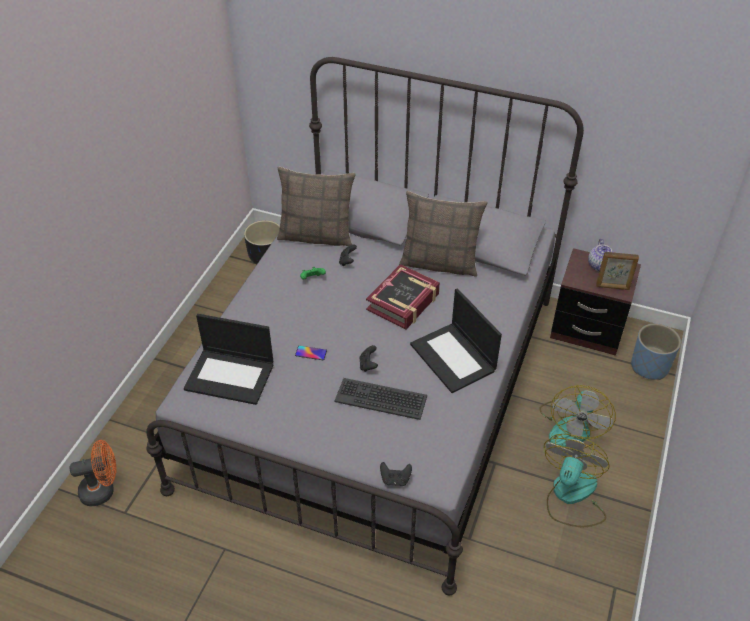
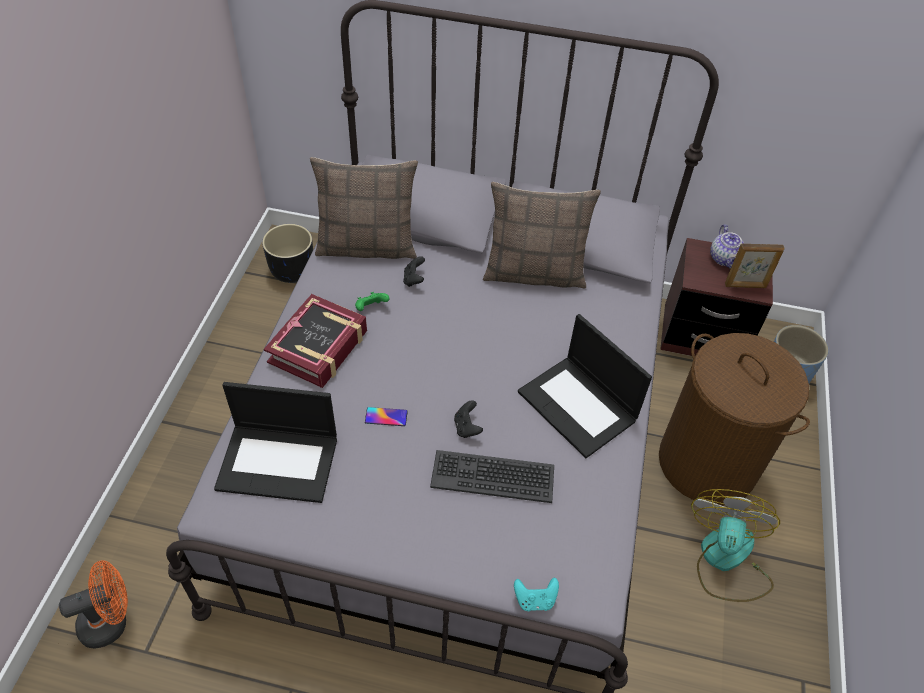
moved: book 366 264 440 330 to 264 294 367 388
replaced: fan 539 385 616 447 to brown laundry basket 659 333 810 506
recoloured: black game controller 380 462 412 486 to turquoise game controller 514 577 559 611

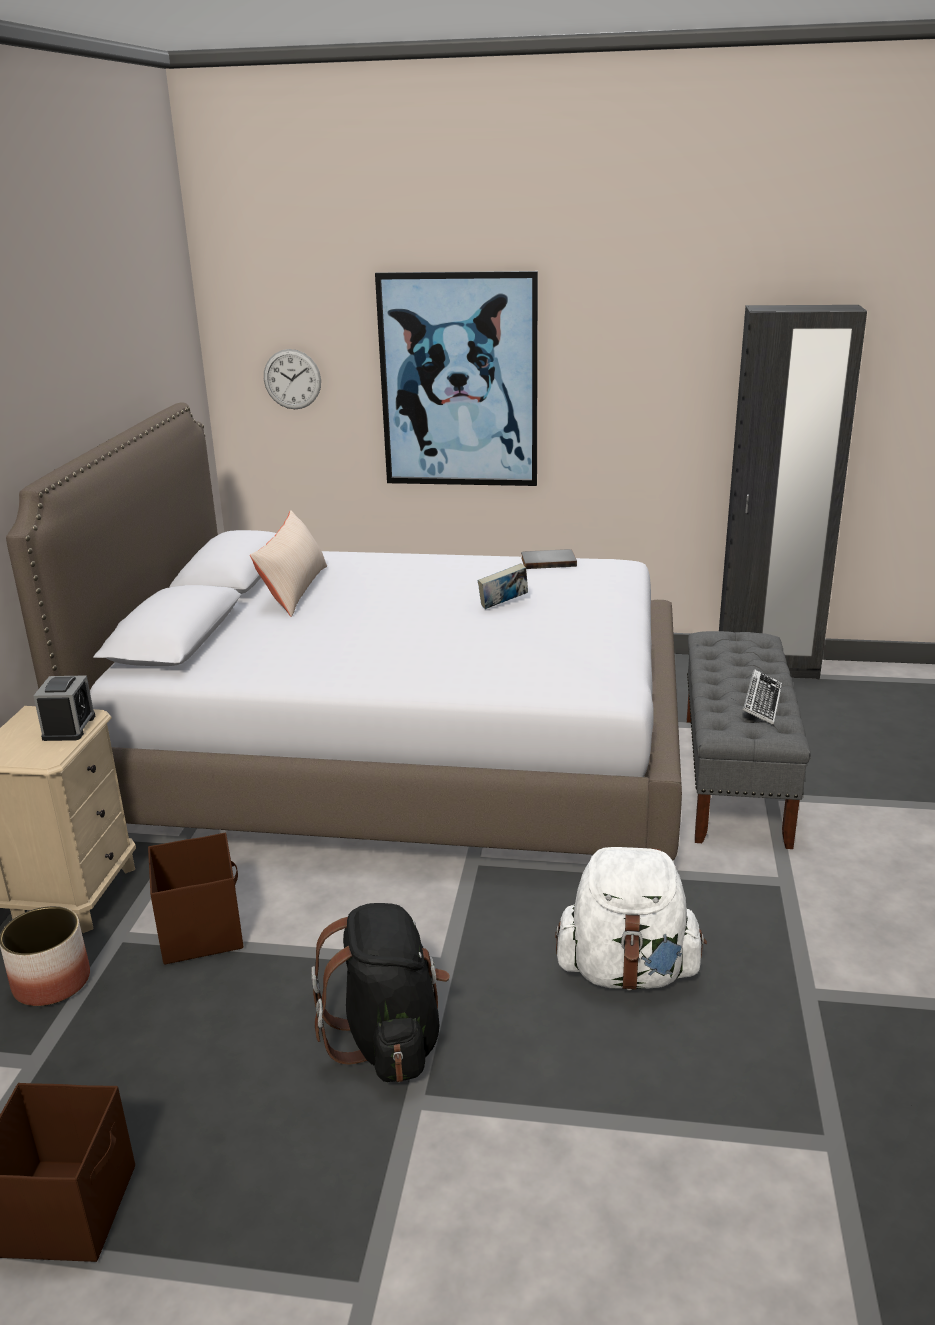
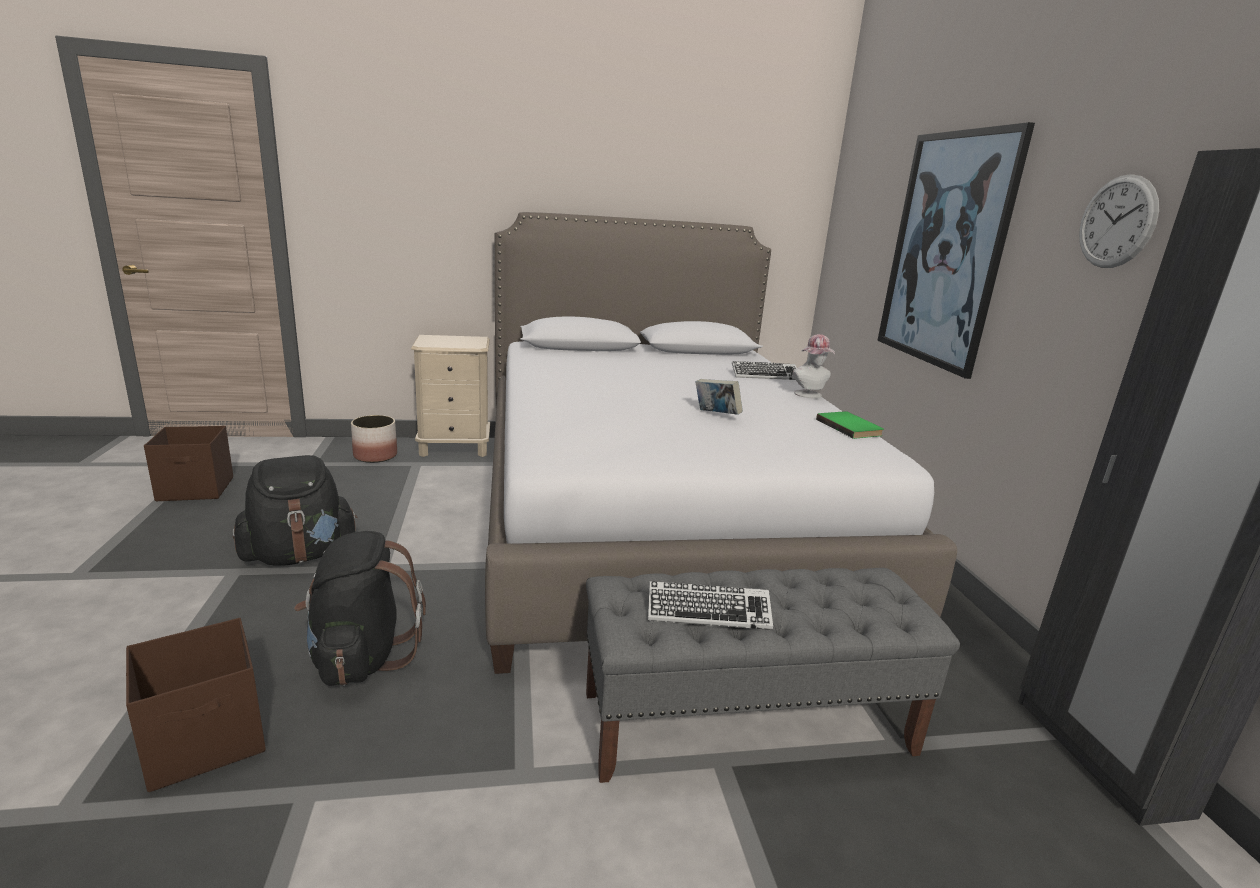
removed: alarm clock 34 675 95 741; beige pillow 250 510 327 617
added: keyboard 732 361 797 380; hat 793 334 835 398
moved: brown storage box 148 833 243 964 to 126 618 266 792; wall clock 264 349 321 409 to 1079 174 1159 268
recoloured: white backpack 555 847 707 991 to black backpack 294 531 426 686; grey book 521 549 577 569 to green book 816 411 884 439

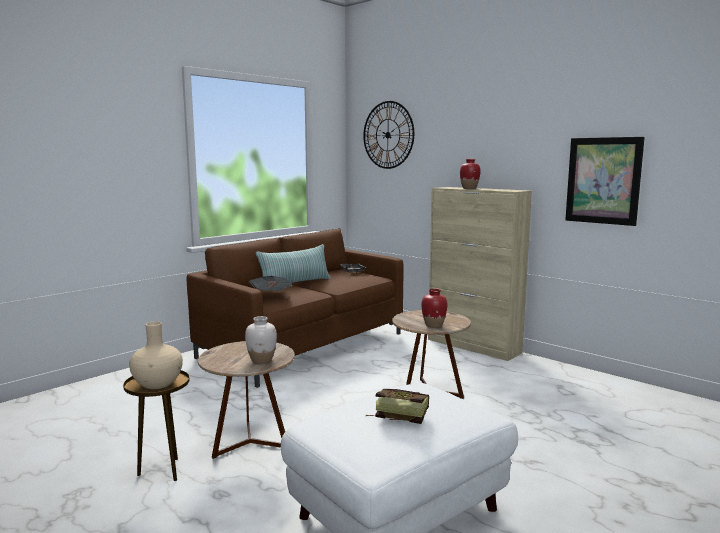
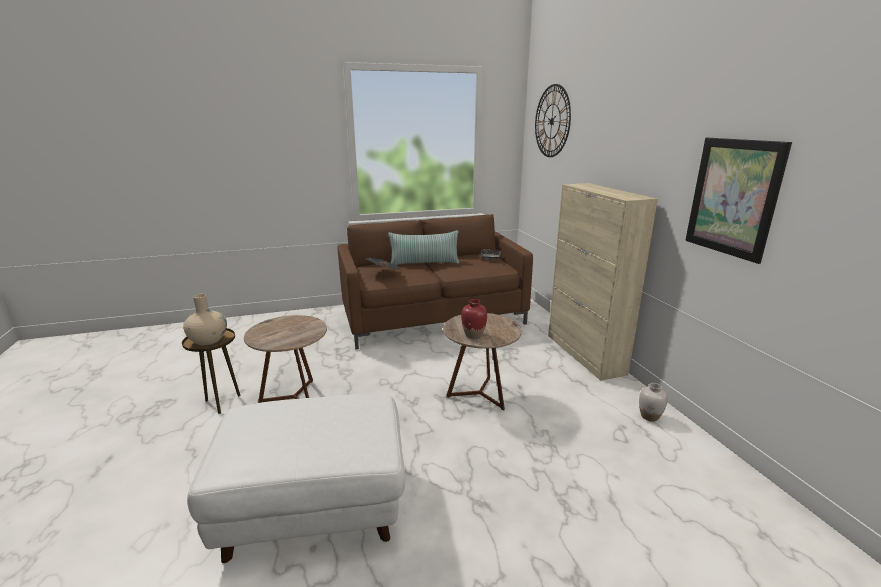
removed: book 366 389 429 424; red vase 460 159 481 189
moved: white vase 245 316 277 364 to 639 383 668 422

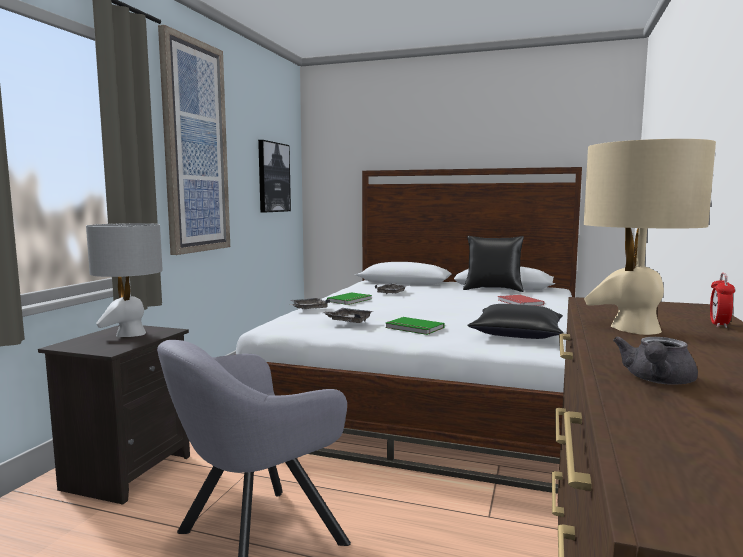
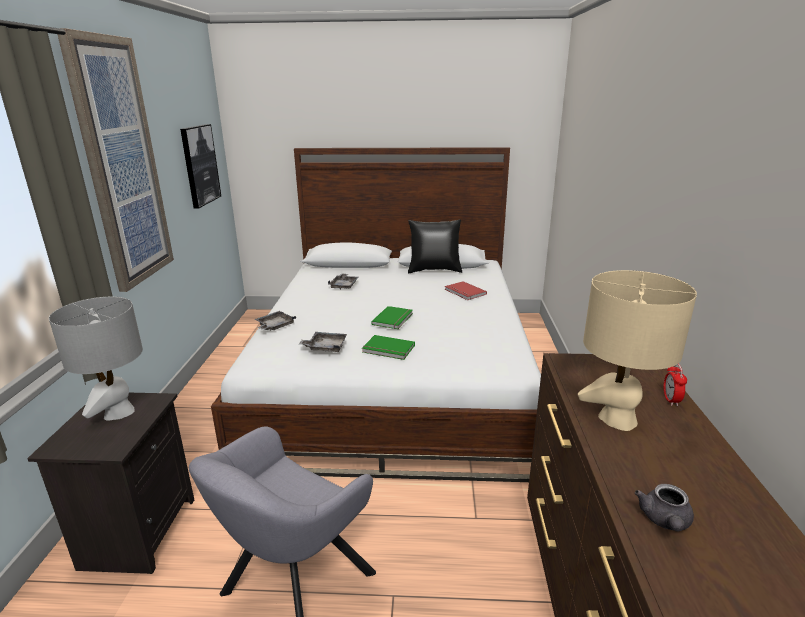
removed: black pillow 467 304 564 339
moved: green book 327 292 372 305 to 371 306 413 329

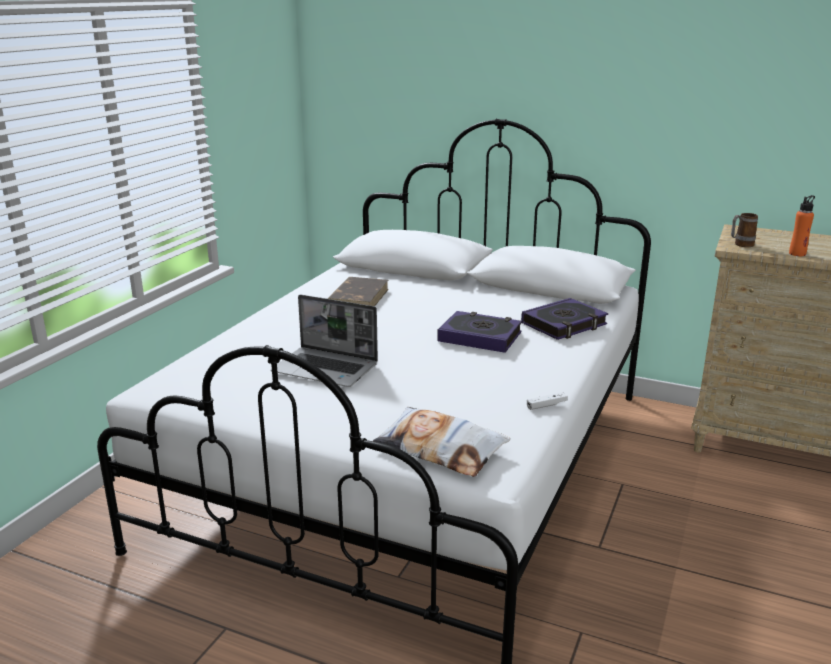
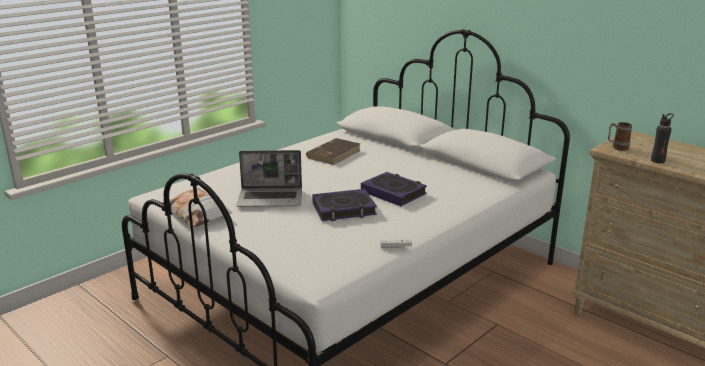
moved: pillow 373 407 510 477 to 162 188 232 228; book 521 298 608 340 to 312 189 377 221
recoloured: orange bottle 789 195 815 256 to black bottle 651 113 674 163
turned: laptop 271 295 378 387 = 237 150 302 207 45 degrees counterclockwise

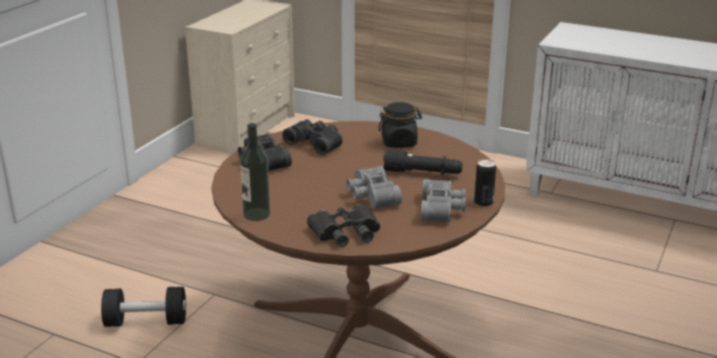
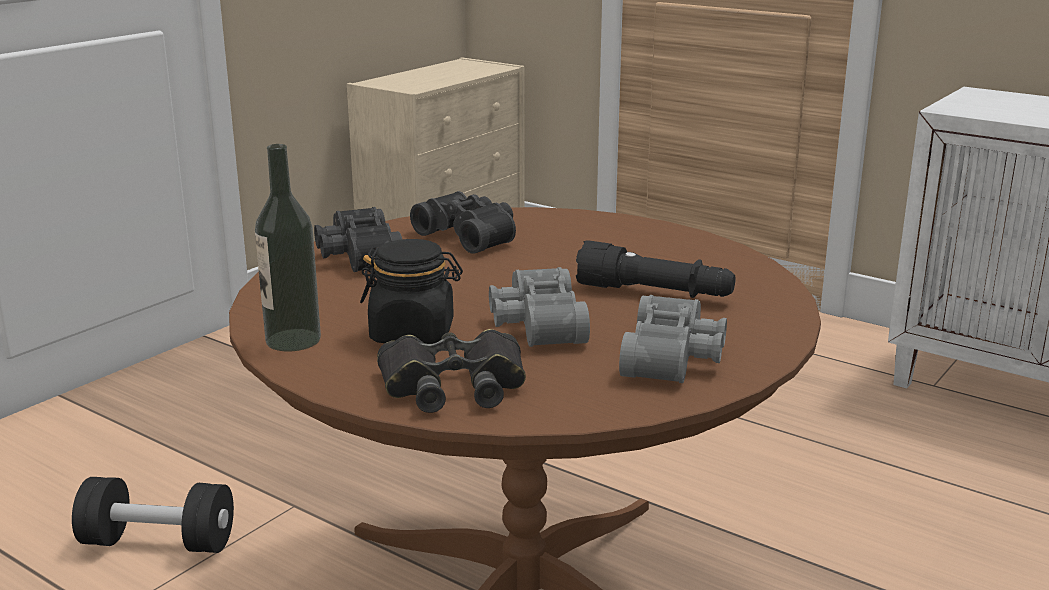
removed: can 474 159 496 207
moved: black jar 378 102 422 148 to 360 239 463 344

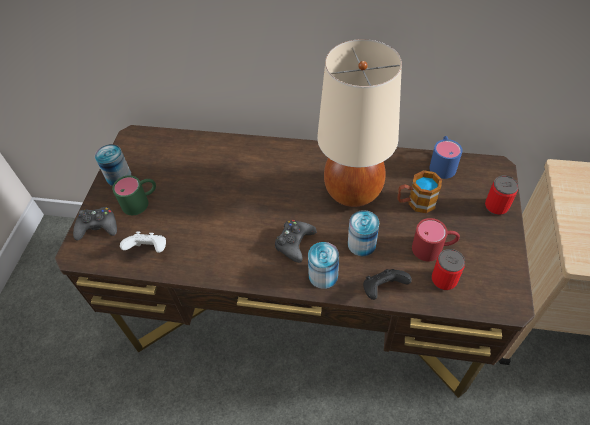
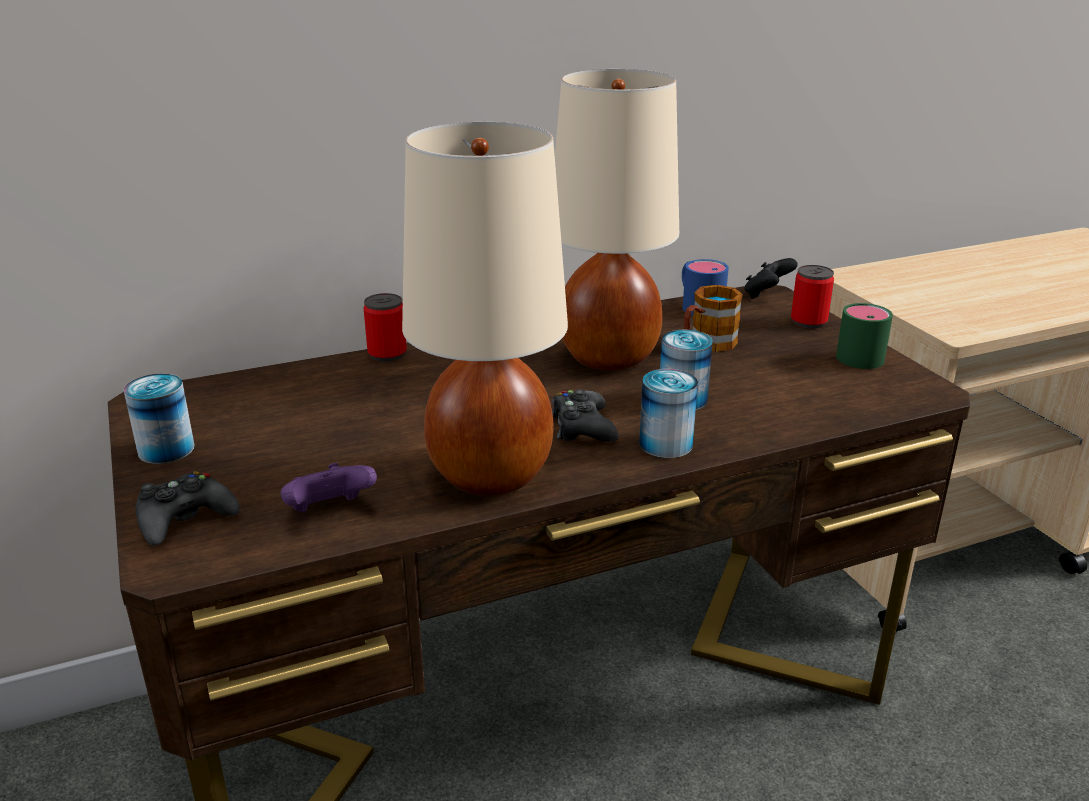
removed: red mug 412 218 460 261
added: beige table lamp 402 122 568 496
moved: can 432 249 465 290 to 364 293 407 362; black game controller 363 269 412 300 to 744 258 798 299; green mug 112 175 156 215 to 836 303 893 369
recoloured: white game controller 120 232 166 253 to purple game controller 281 463 377 512

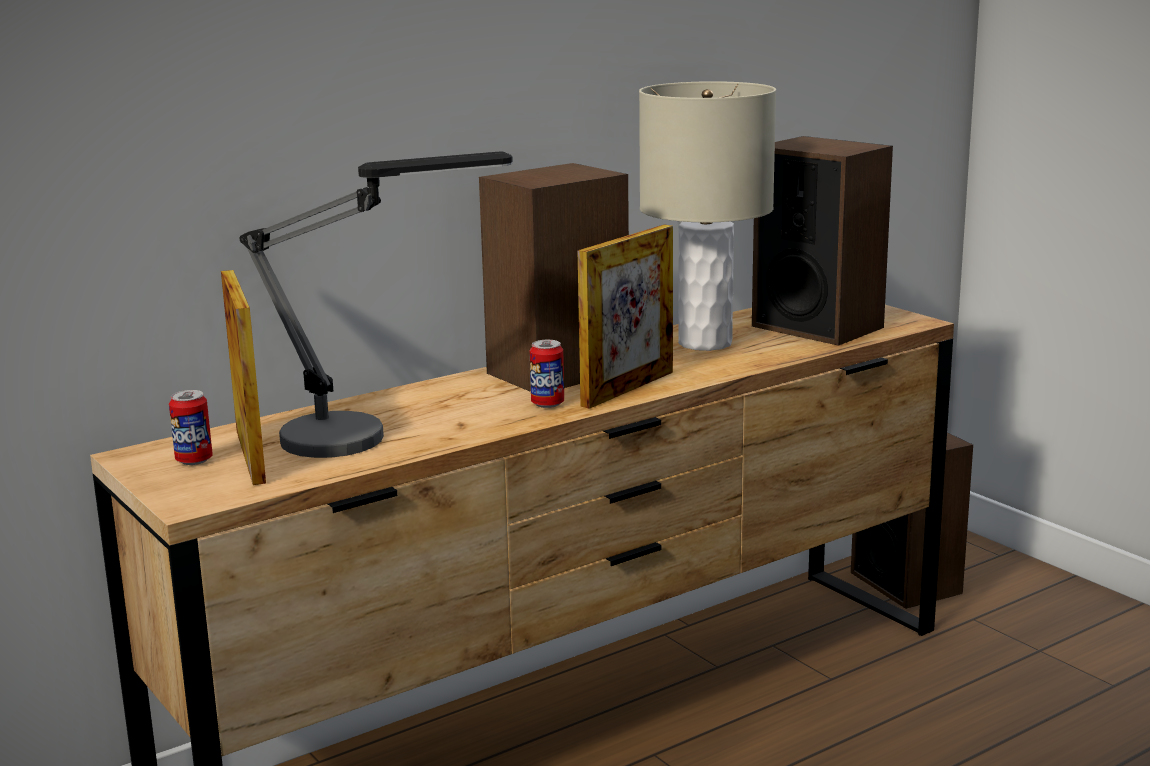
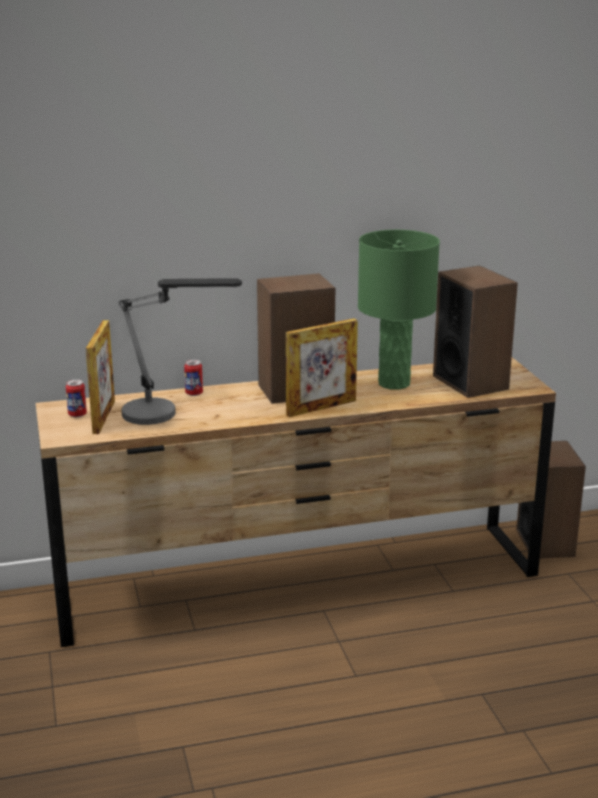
moved: can 530 340 564 408 to 184 360 203 396
recoloured: beige table lamp 639 81 776 351 to green table lamp 358 230 440 390

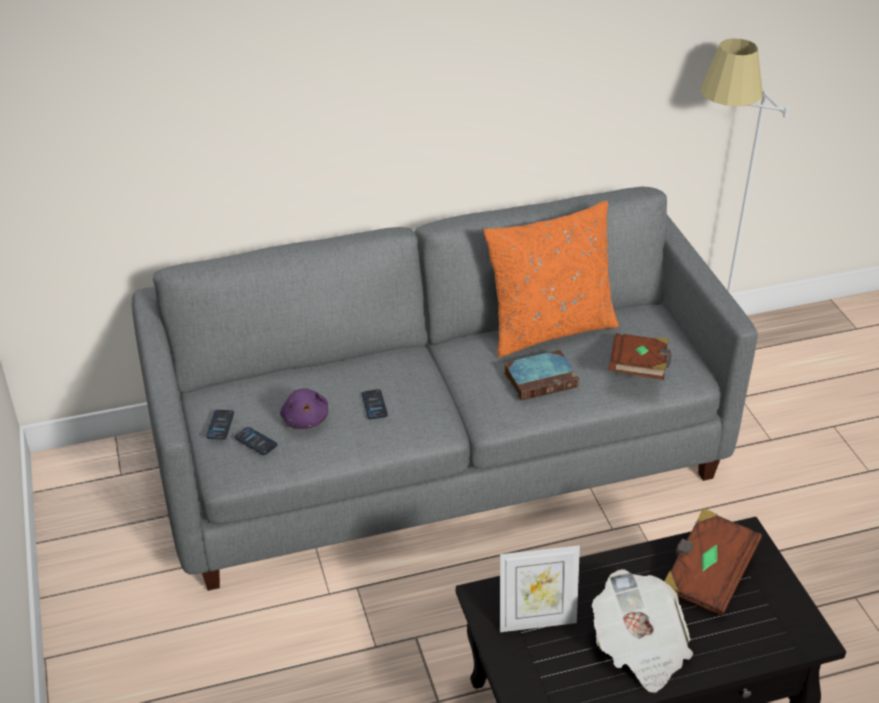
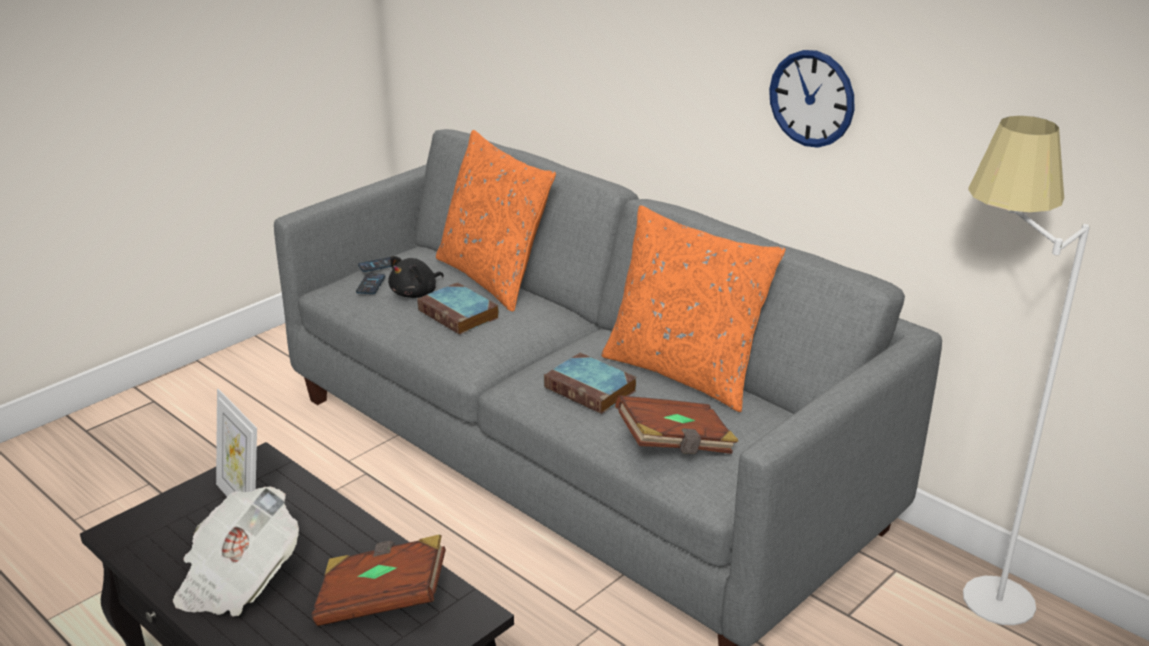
added: orange pillow 436 130 556 311; wall clock 769 50 854 148
replaced: phone 362 389 388 419 to book 417 282 499 335
recoloured: purple plush toy 280 388 328 429 to black plush toy 388 256 444 298

